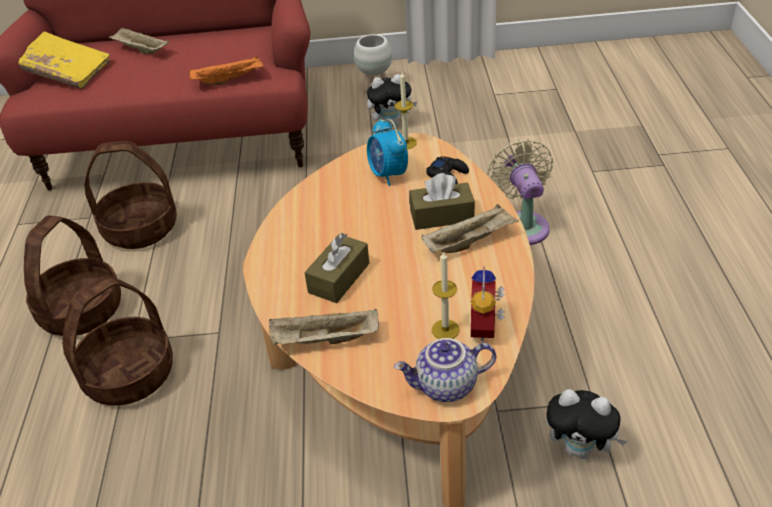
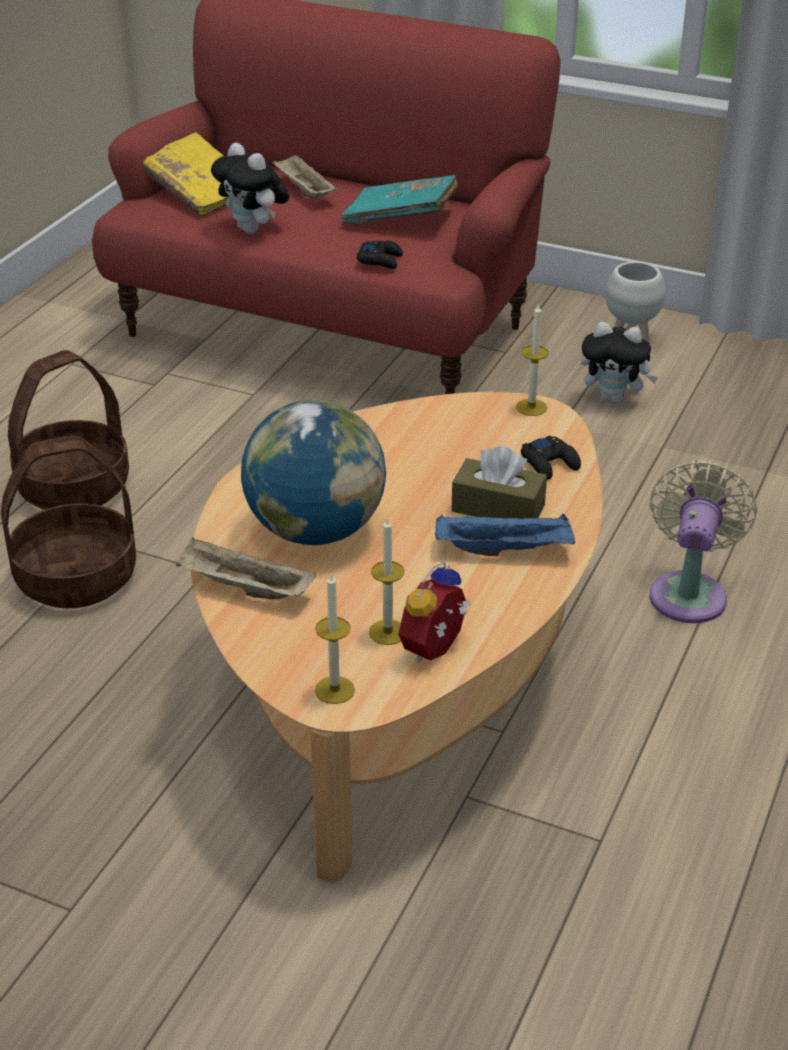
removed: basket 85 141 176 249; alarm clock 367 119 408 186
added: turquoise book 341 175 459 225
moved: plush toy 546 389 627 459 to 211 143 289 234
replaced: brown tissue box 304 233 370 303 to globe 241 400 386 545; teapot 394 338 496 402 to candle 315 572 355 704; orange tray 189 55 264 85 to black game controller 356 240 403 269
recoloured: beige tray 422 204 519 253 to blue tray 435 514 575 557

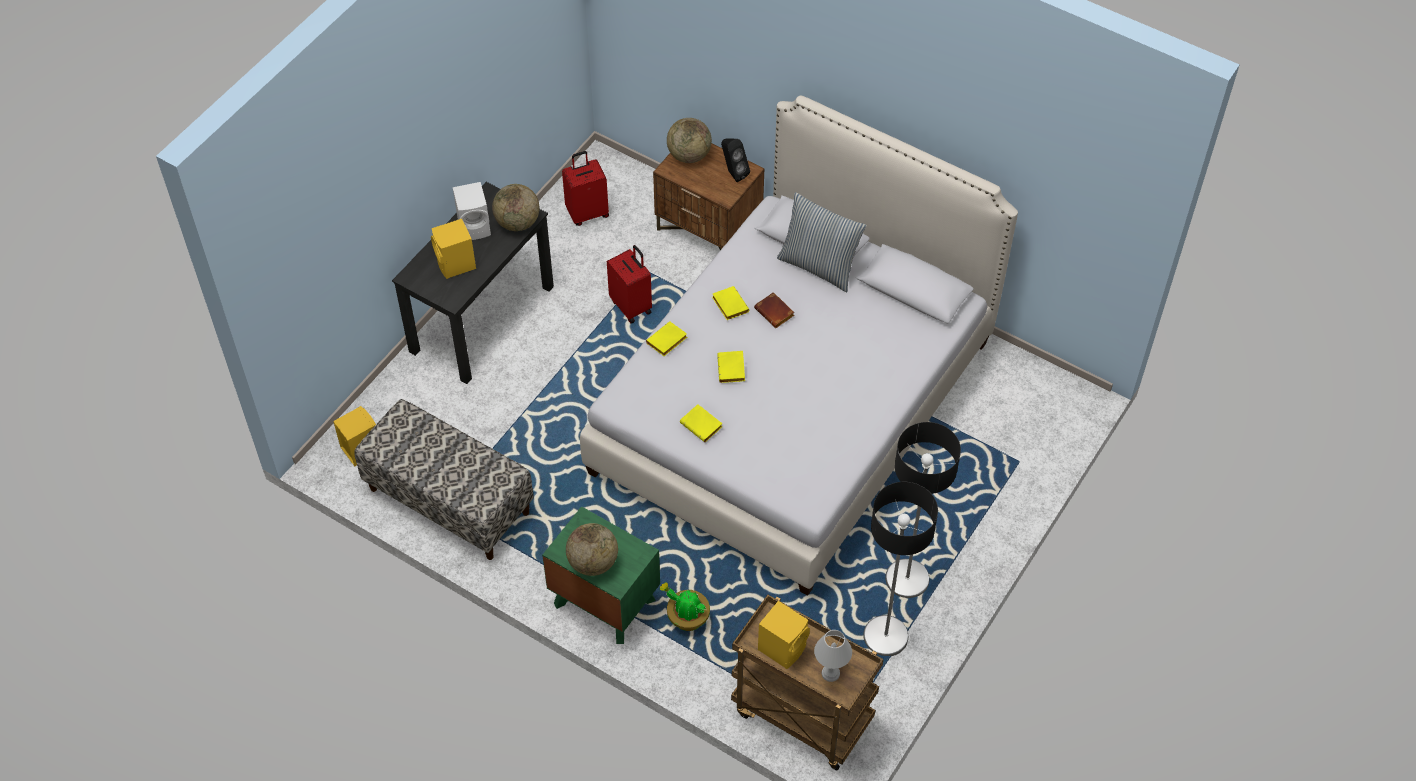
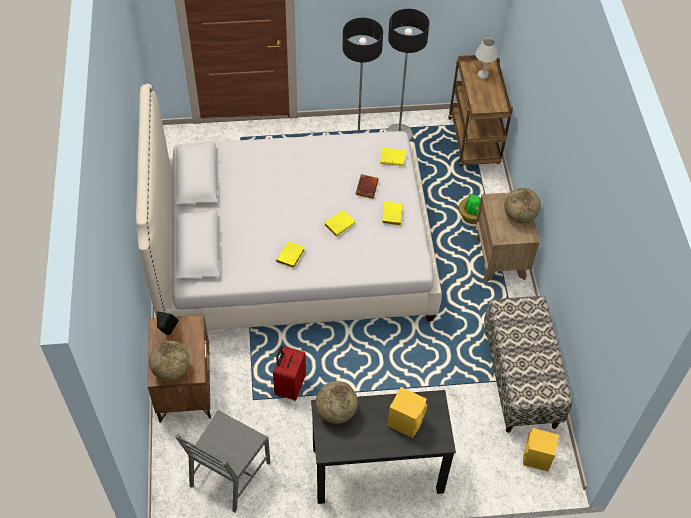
removed: white speaker 453 182 491 240; yellow speaker 758 601 810 669; pillow 777 192 867 292
moved: brown book 754 292 795 328 to 356 174 379 199; yellow book 646 321 687 356 to 380 148 405 166
replaced: red suitcase 562 151 609 226 to grey chair 175 410 271 512
recoloured: green nightstand 542 506 660 644 to brown nightstand 475 192 540 282

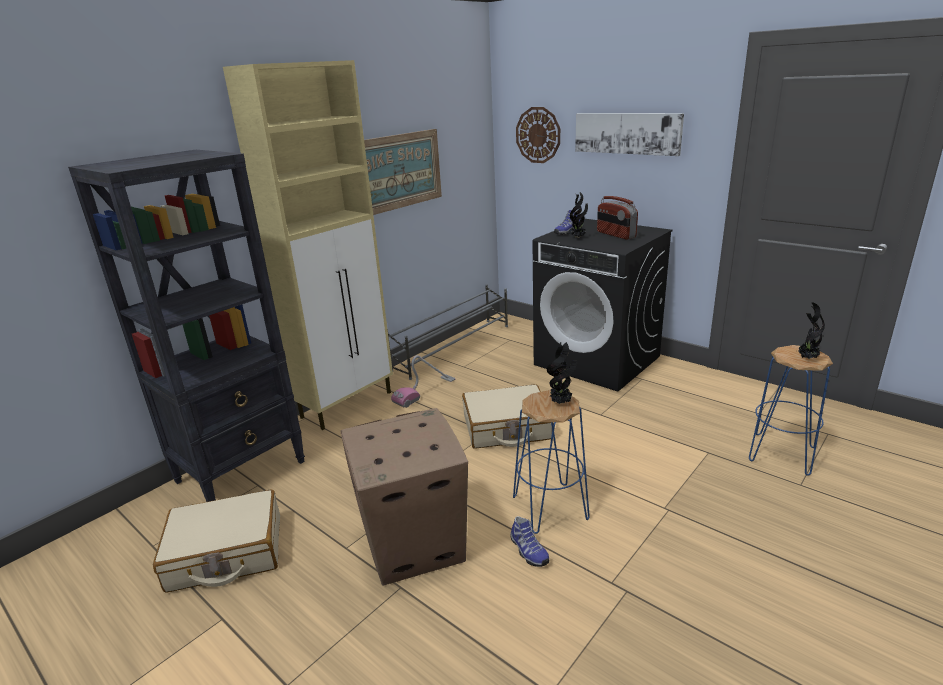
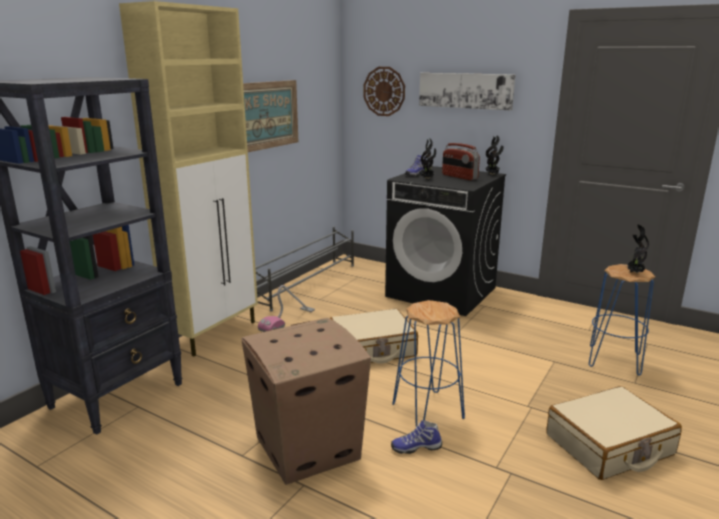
moved: potted plant 547 342 577 404 to 485 135 504 175; beige suitcase 153 489 280 593 to 547 386 682 480
turned: shoe 510 516 549 567 = 391 420 442 454 120 degrees clockwise

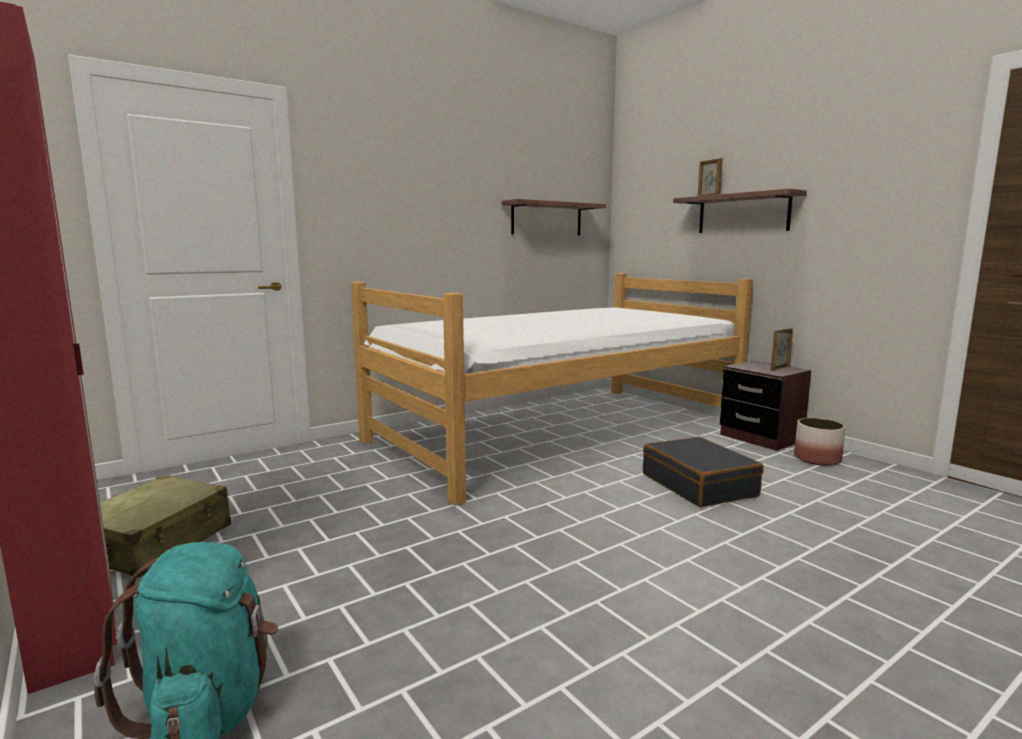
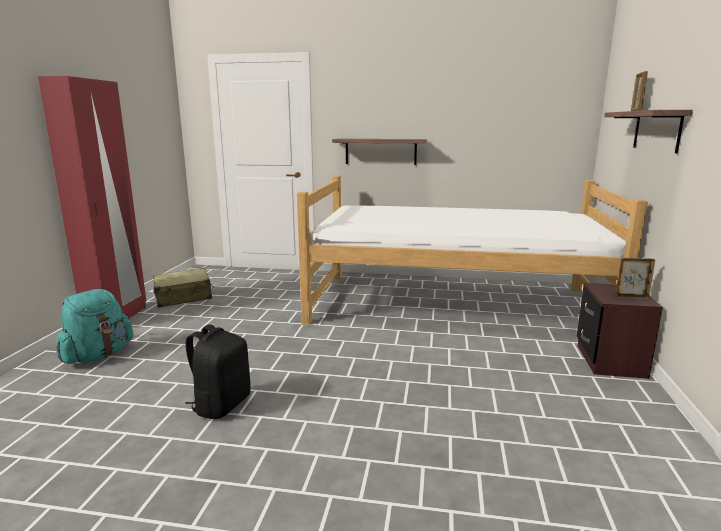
removed: black suitcase 643 437 764 507; planter 794 418 845 466
added: black backpack 185 324 251 419
moved: shelf 501 199 606 235 to 332 139 427 165

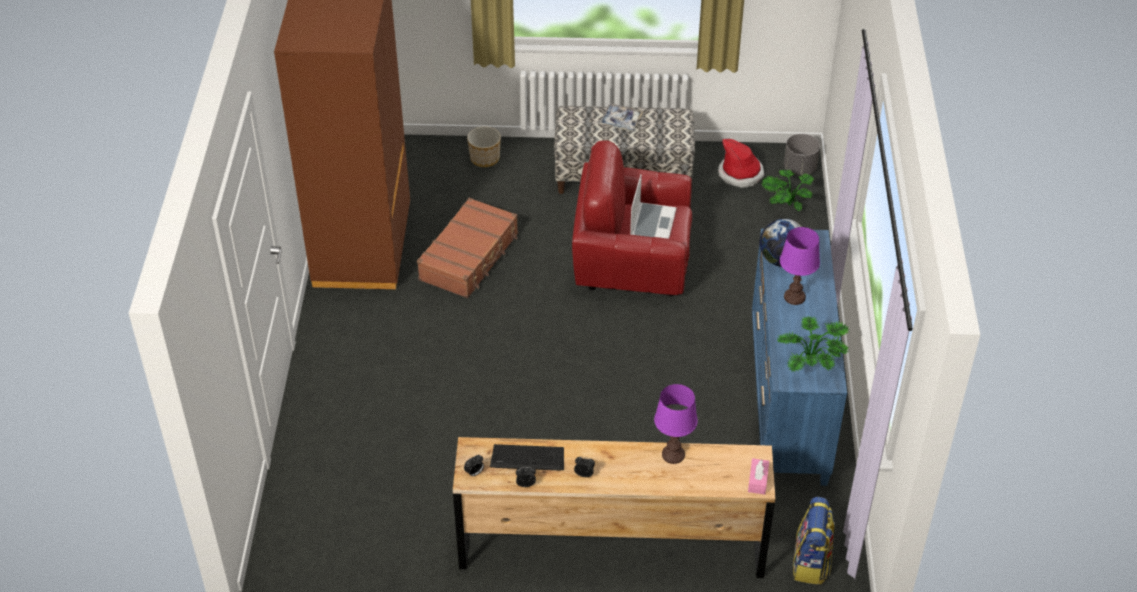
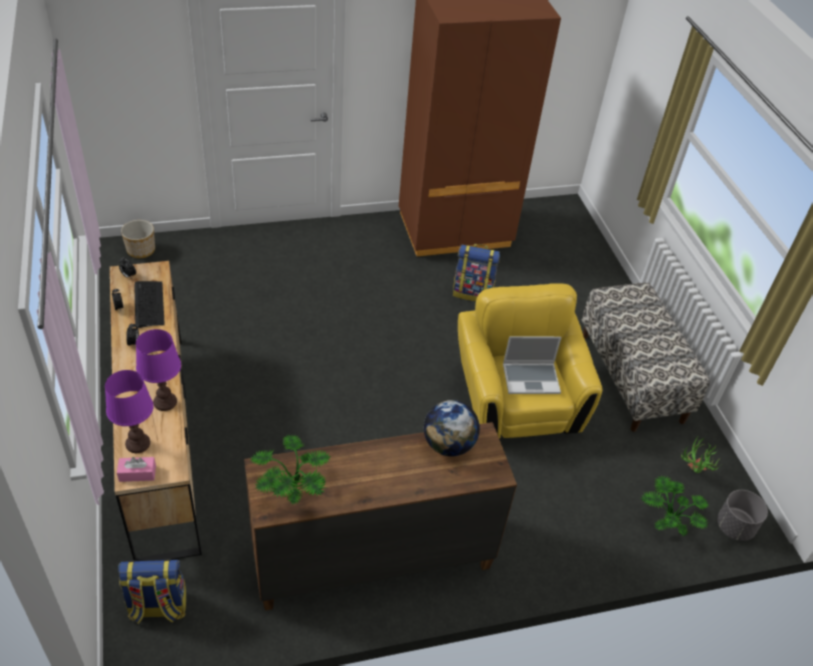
removed: tray 599 104 644 131
moved: purple table lamp 780 227 820 305 to 105 370 154 453; planter 467 126 501 167 to 121 220 155 258
replaced: brown suitcase 417 198 518 298 to backpack 453 244 500 302; hat 718 139 764 188 to potted plant 681 437 722 473
recoloured: blue dresser 752 228 847 486 to brown dresser 244 422 517 611; red armchair 572 140 692 296 to yellow armchair 458 283 603 439

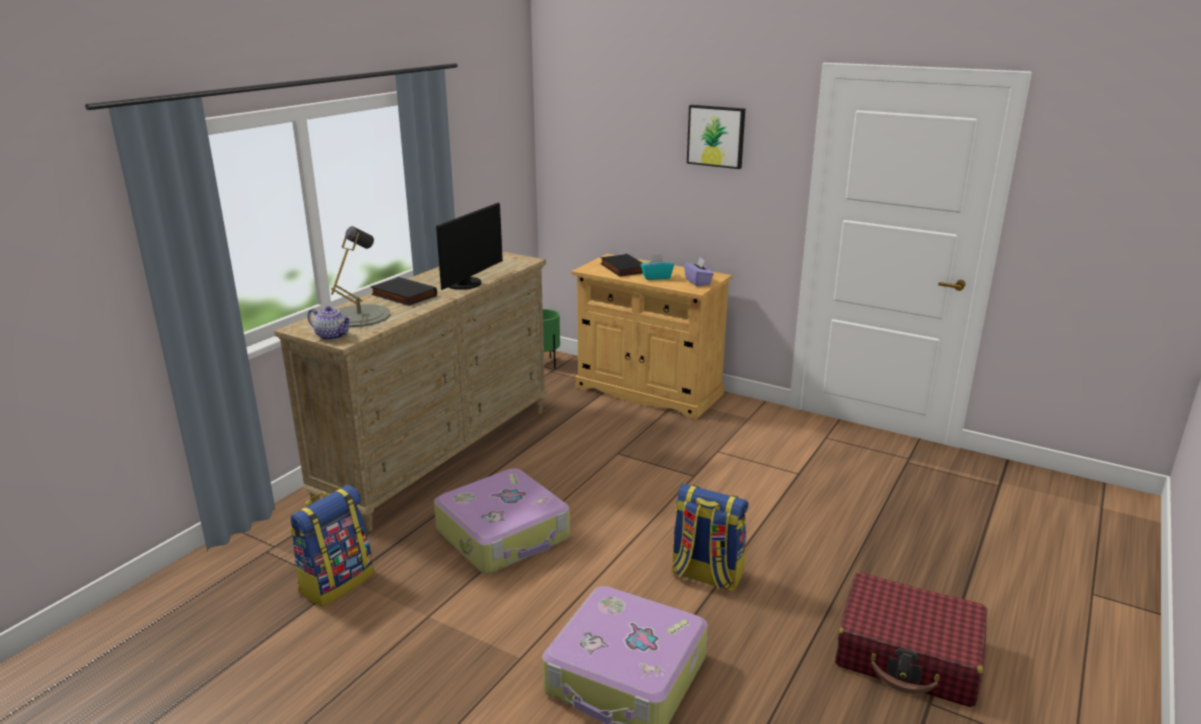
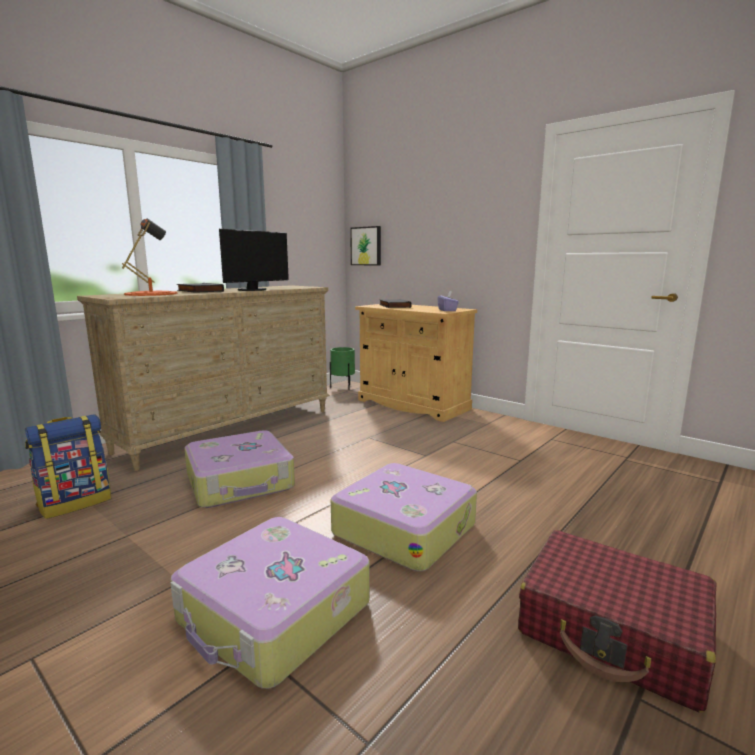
removed: teapot 308 306 351 340; turquoise tissue box 640 253 674 280
moved: picture 687 105 745 169 to 350 226 381 265
replaced: backpack 671 484 749 592 to suitcase 331 463 477 571
recoloured: grey table lamp 331 226 391 327 to orange table lamp 122 219 177 296

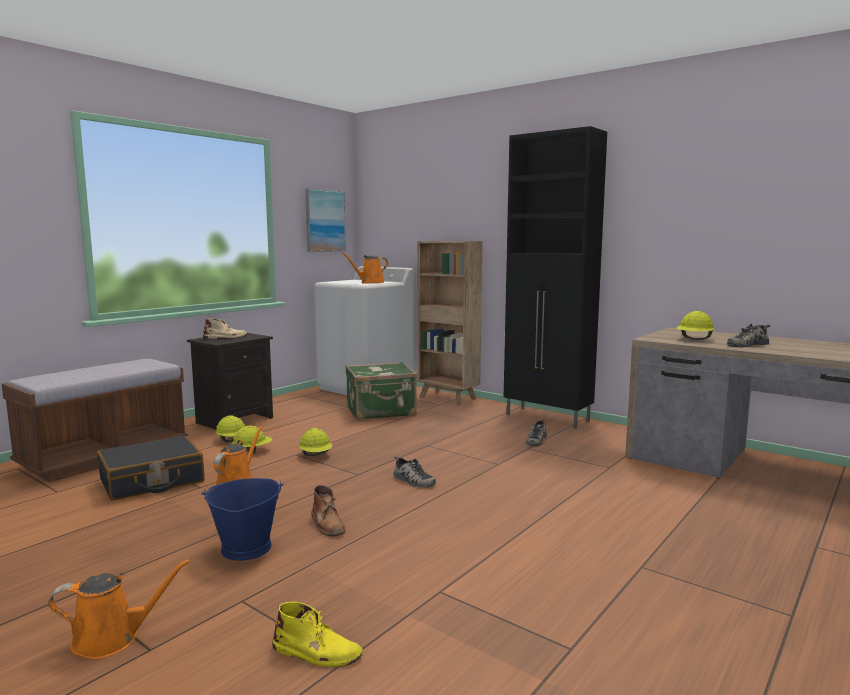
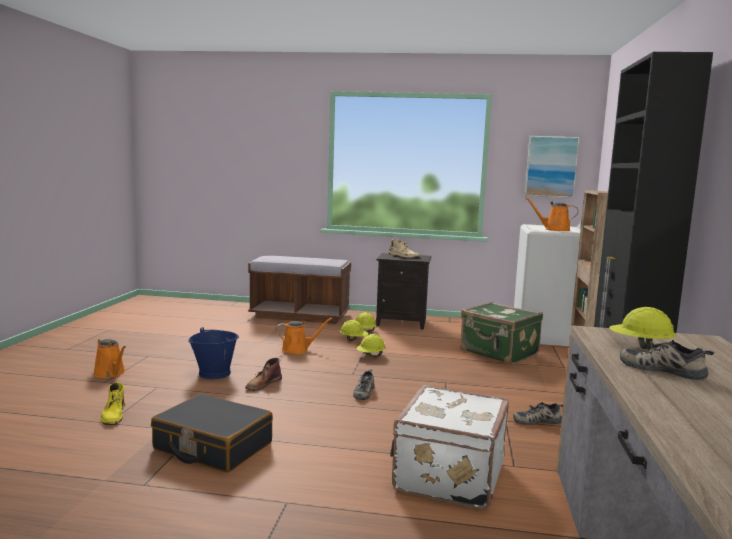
added: white suitcase 390 385 509 510
moved: black suitcase 97 436 205 500 to 151 394 273 473

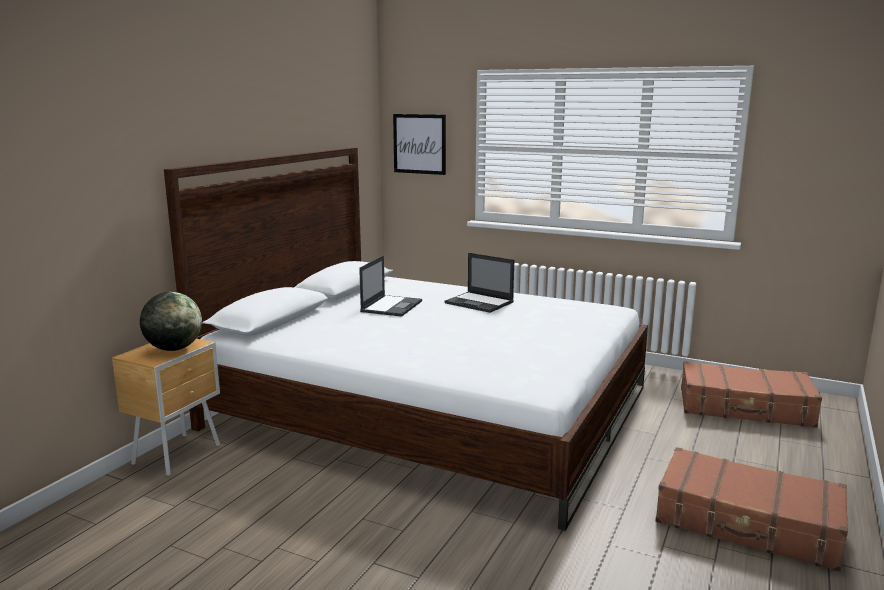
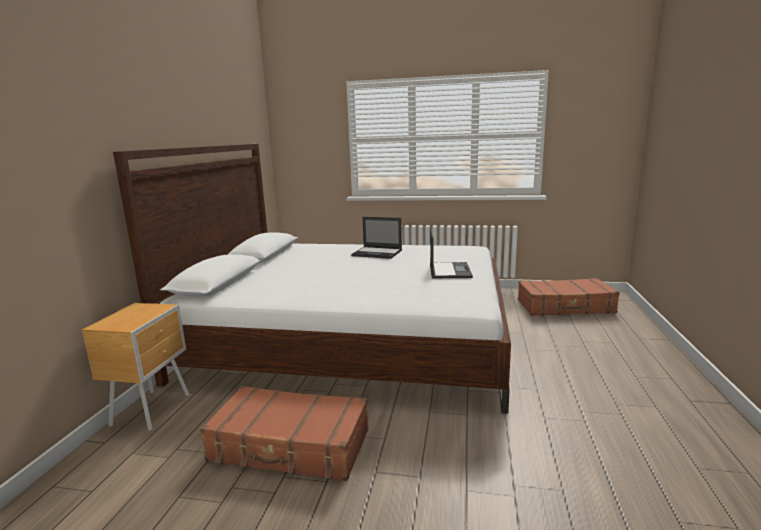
removed: globe 140 292 202 351; picture 393 114 446 175
moved: brown suitcase 656 447 848 572 to 200 386 368 481; laptop 359 256 422 317 to 430 228 473 278

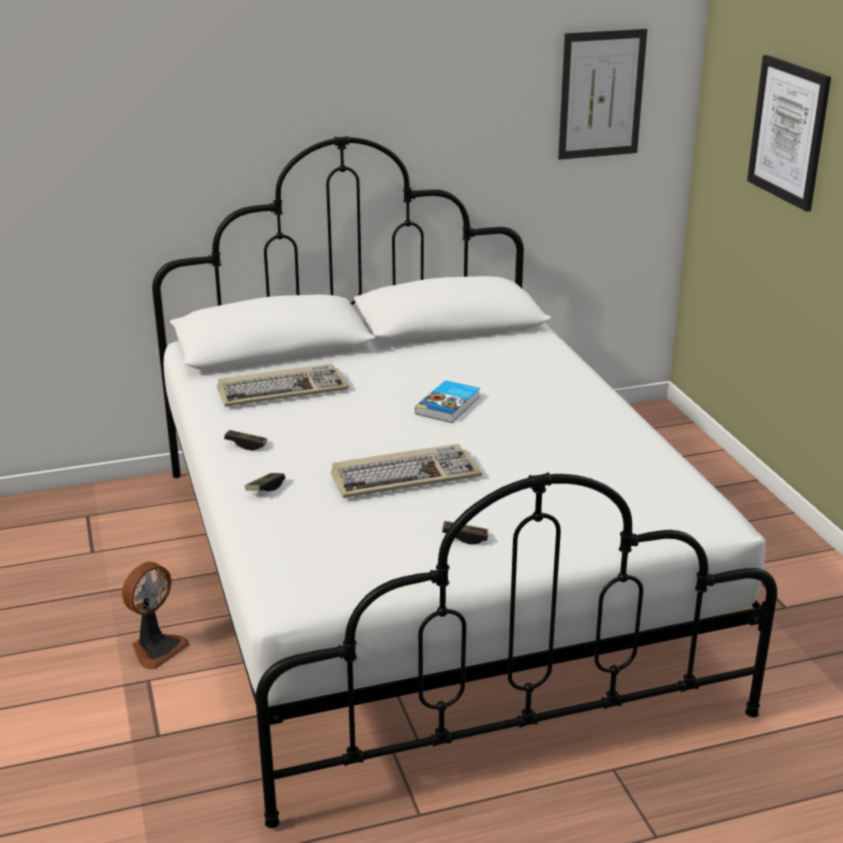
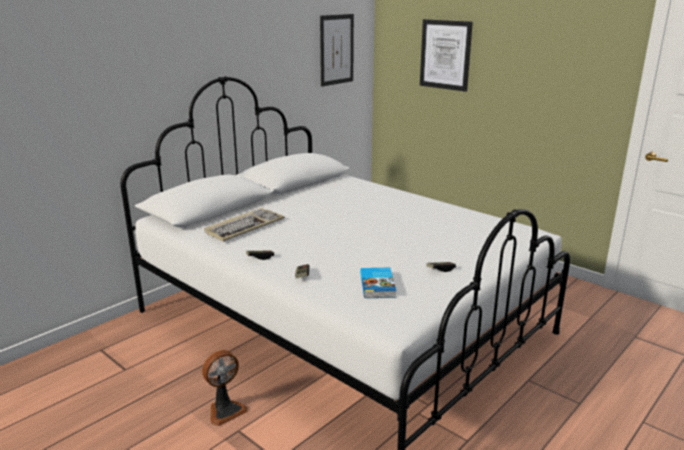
removed: keyboard 331 444 482 498
moved: book 415 380 480 423 to 360 268 396 298
turned: fan 122 562 190 669 = 202 350 248 426 45 degrees clockwise

